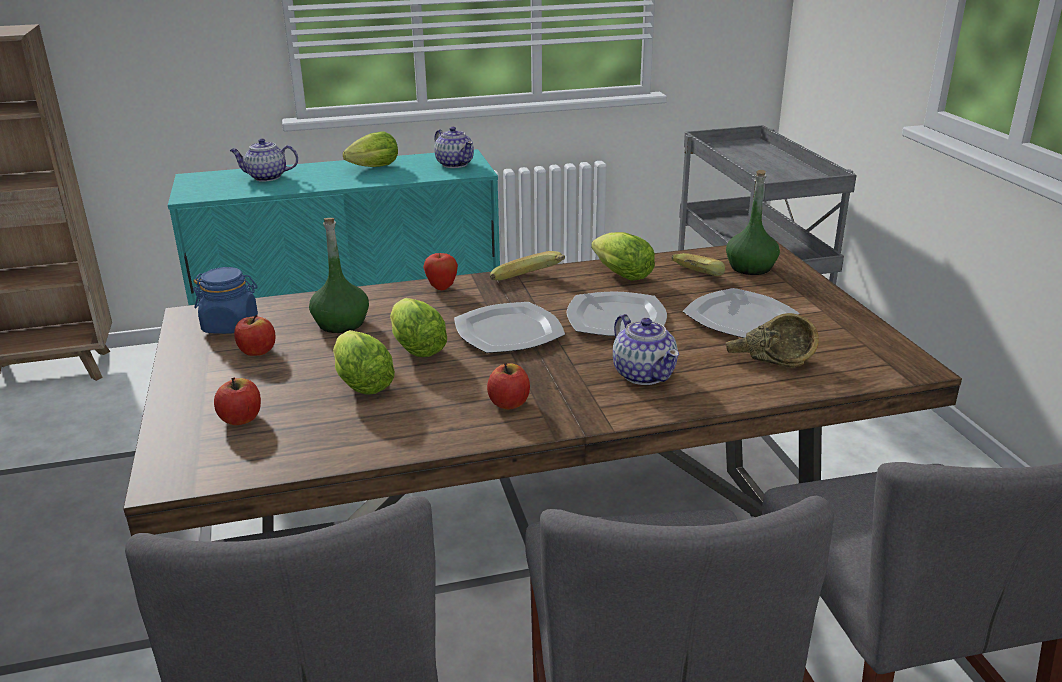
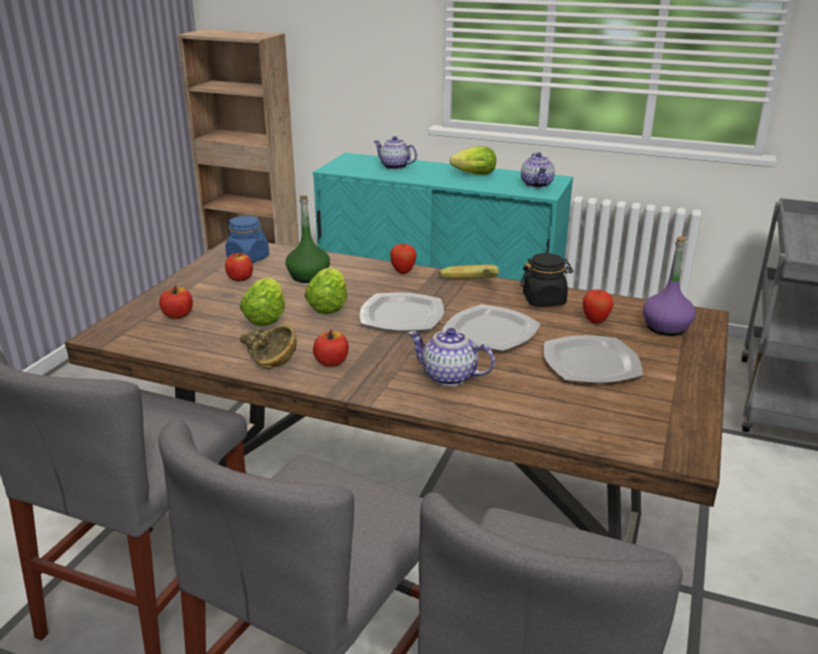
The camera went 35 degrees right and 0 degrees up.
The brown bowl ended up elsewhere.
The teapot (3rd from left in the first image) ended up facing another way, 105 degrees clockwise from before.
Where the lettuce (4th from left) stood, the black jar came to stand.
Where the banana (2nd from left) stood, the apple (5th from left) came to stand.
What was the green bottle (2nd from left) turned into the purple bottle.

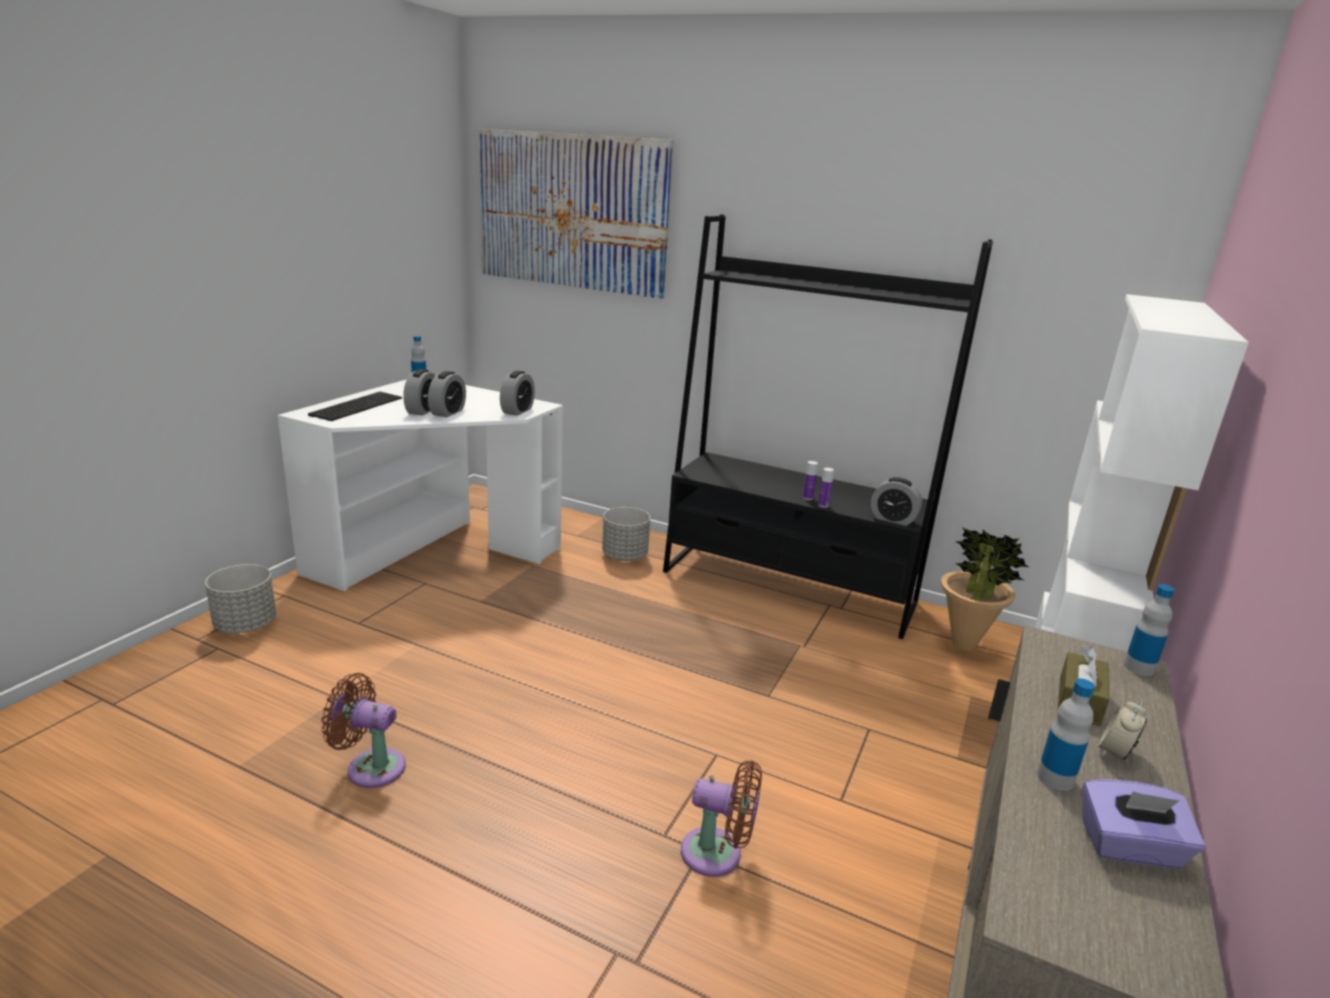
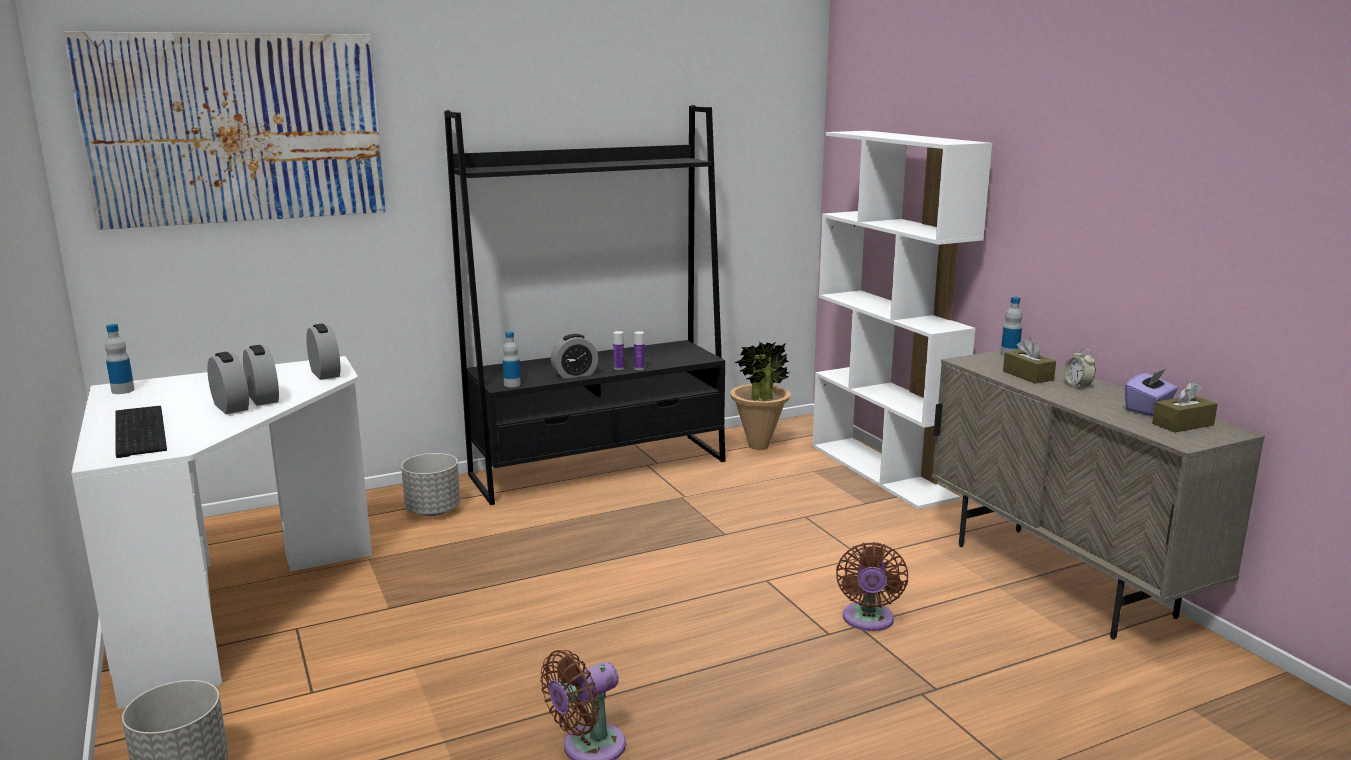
The camera went 50 degrees left and 5 degrees down.
The bottle (4th from left in the first image) ended up elsewhere.
The alarm clock (4th from left) ended up elsewhere.
The brown fan (2nd from left) ended up facing another way, 135 degrees clockwise from before.
The second view gained the brown tissue box (2nd from left).

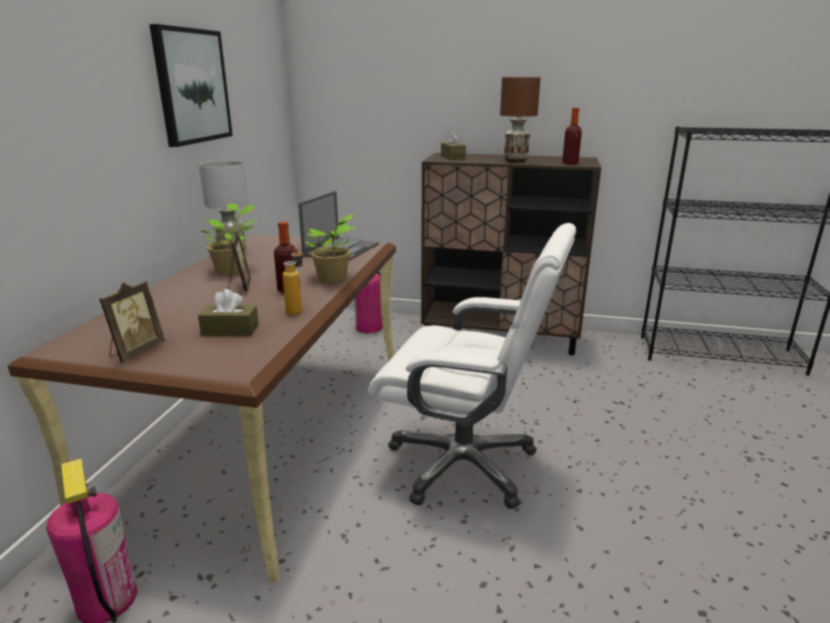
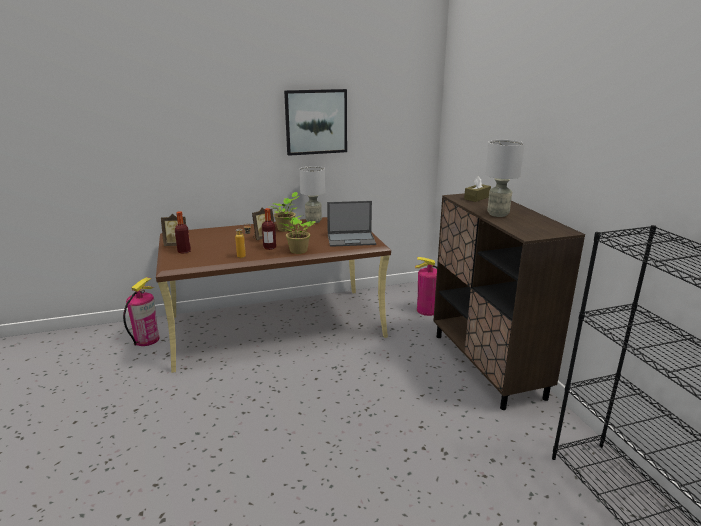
The camera went 60 degrees right and 0 degrees up.
The bottle (3rd from left in the first image) ended up elsewhere.
What was the brown table lamp turned into the grey table lamp (2nd from left).
The second view lost the brown tissue box (1st from left).
The second view lost the white office chair.

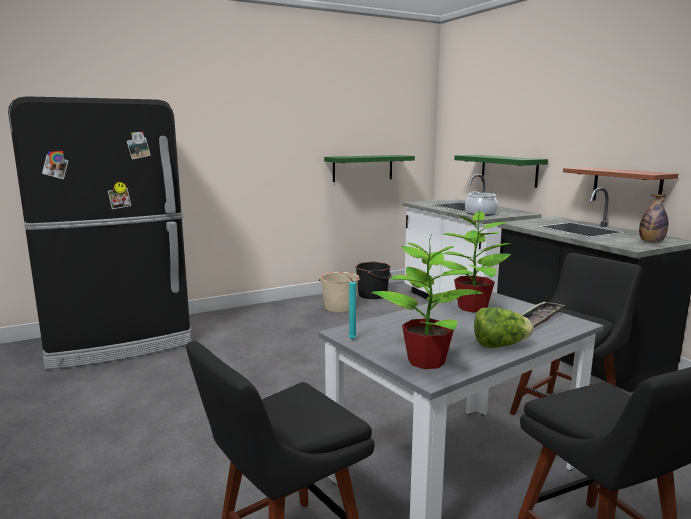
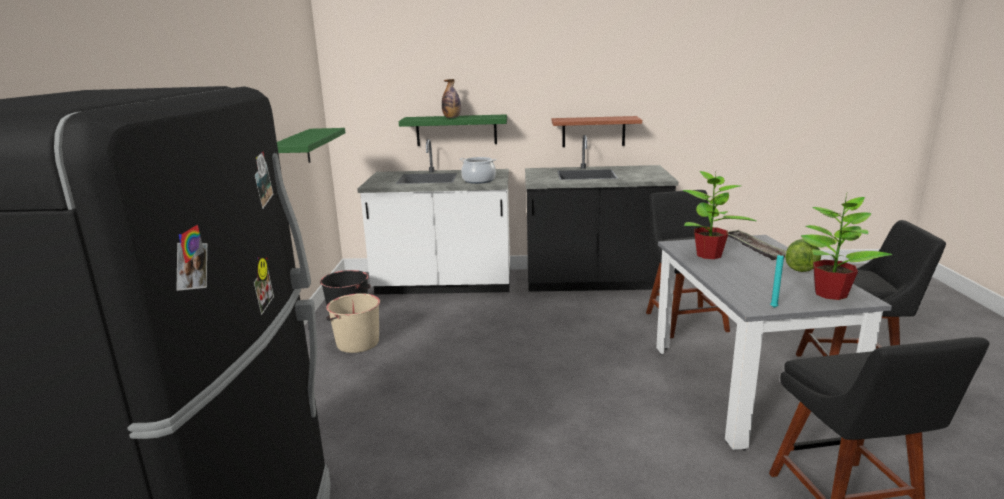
The camera went 60 degrees left and 5 degrees up.
The bottle ended up elsewhere.

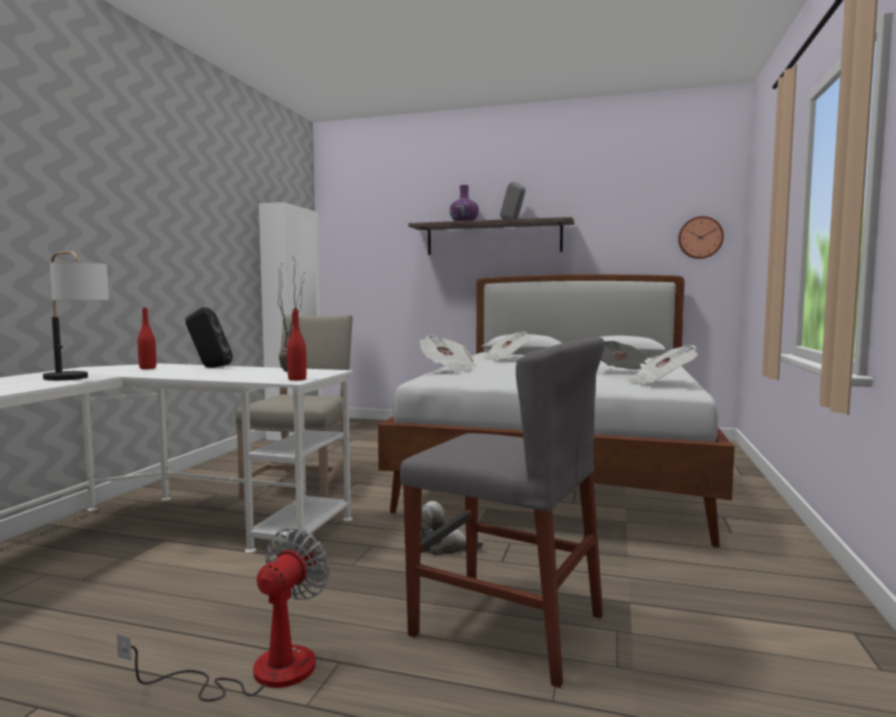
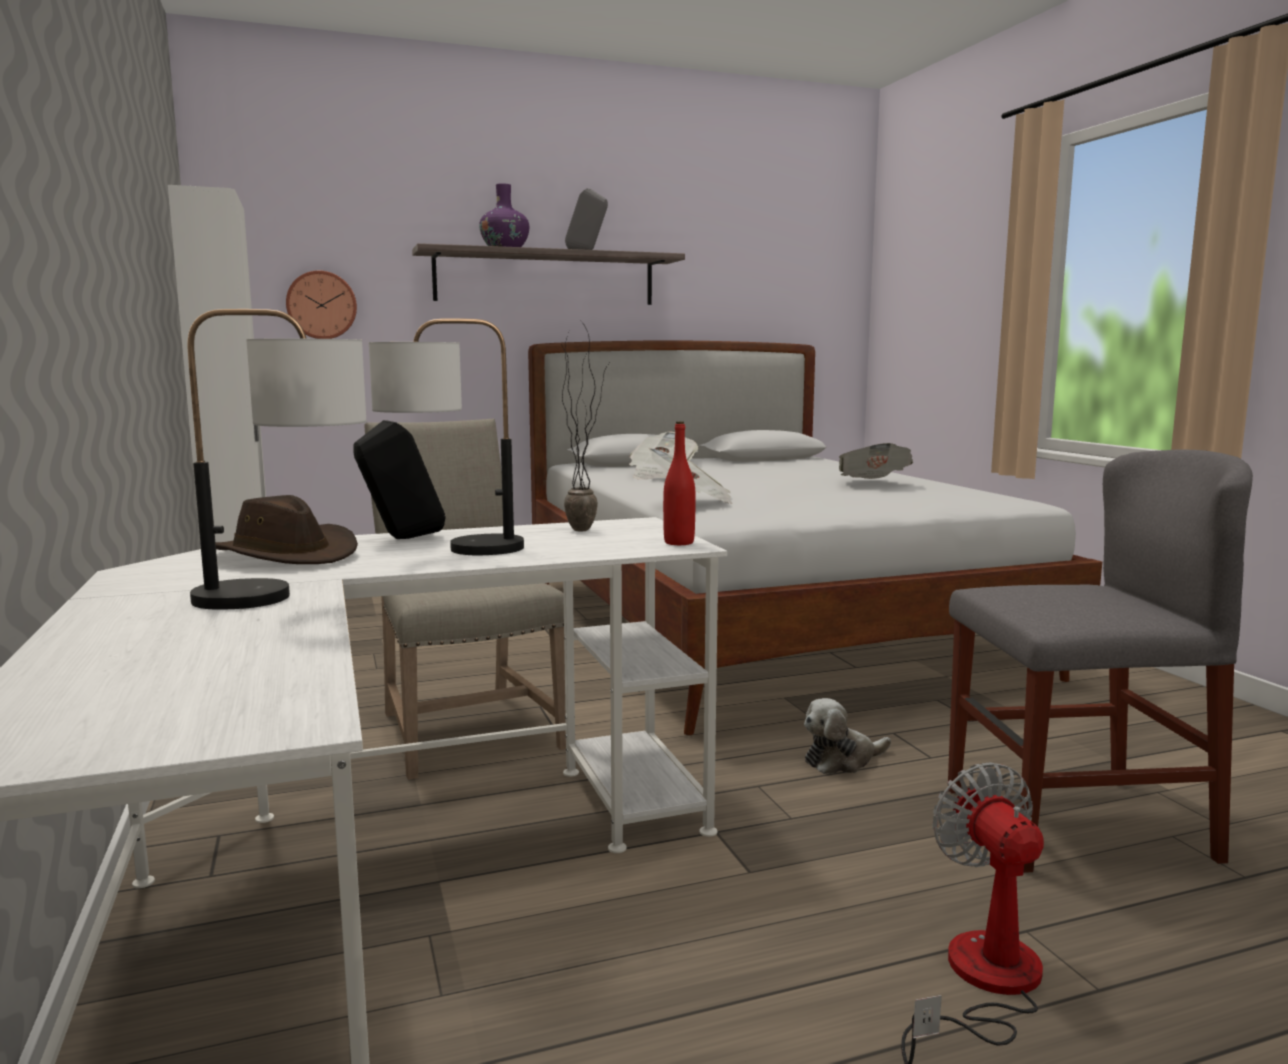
The camera went 35 degrees left and 5 degrees up.
Where the red bottle (1st from left) stood, the brown hat came to stand.
The wall clock ended up elsewhere.
The second view gained the table lamp (2nd from left).
The second view lost the newspaper (4th from left).

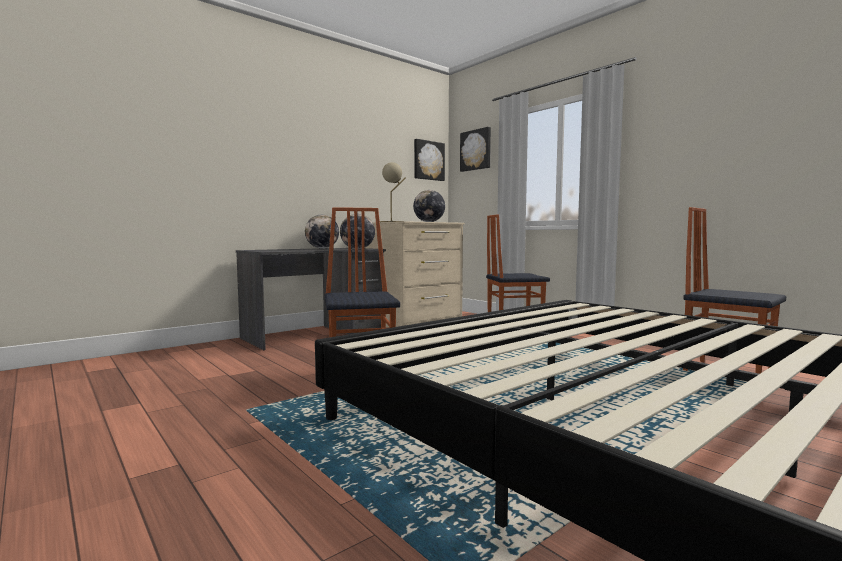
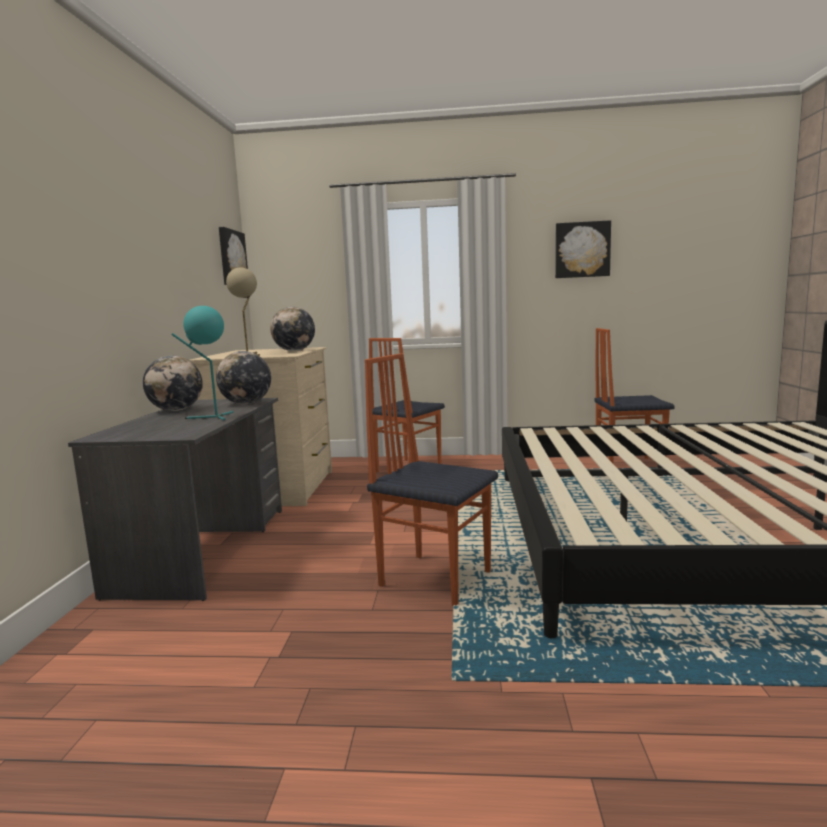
The camera went 45 degrees left and 5 degrees up.
The second view gained the turquoise table lamp.
The picture (2nd from left) ended up elsewhere.

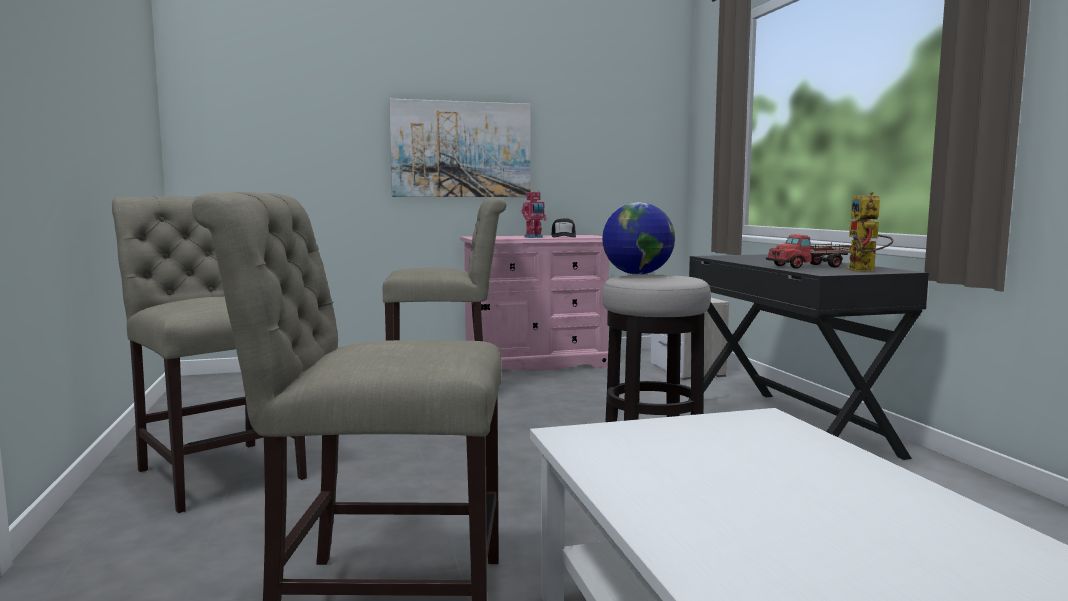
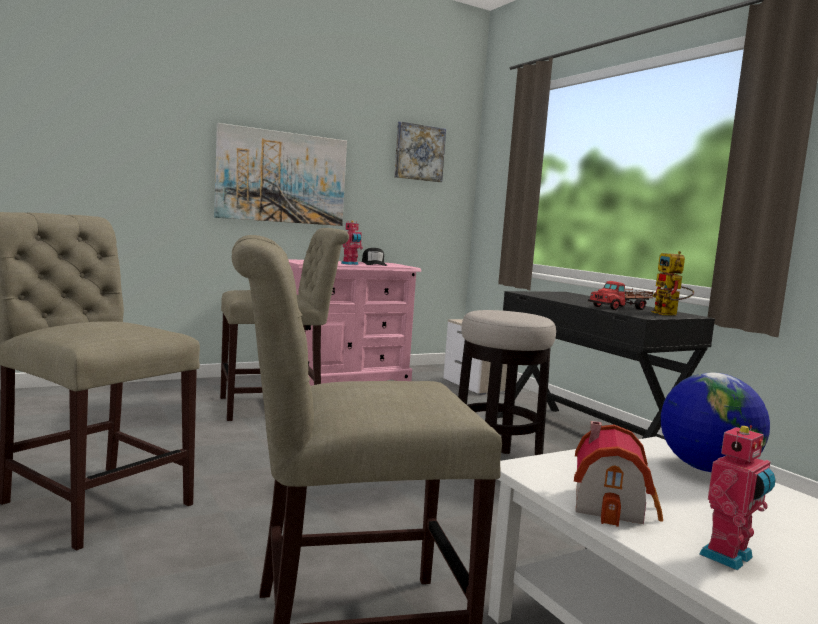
The camera went 15 degrees left and 0 degrees up.
The second view gained the picture (2nd from left).
The second view gained the toy house.
The globe ended up elsewhere.
The second view gained the toy robot (3rd from left).

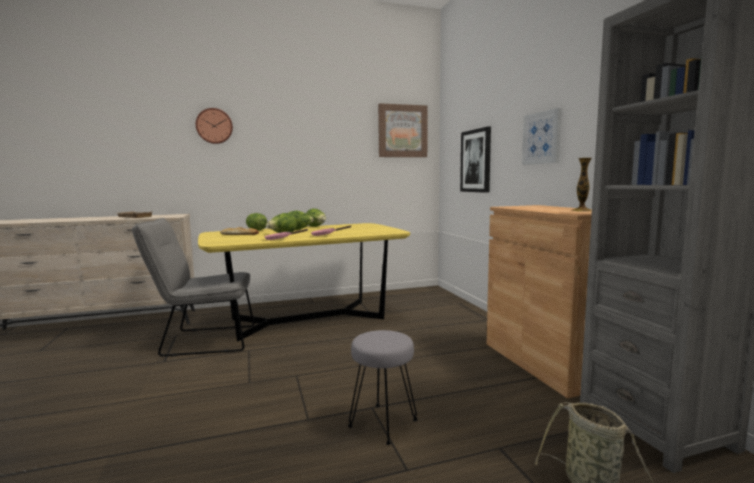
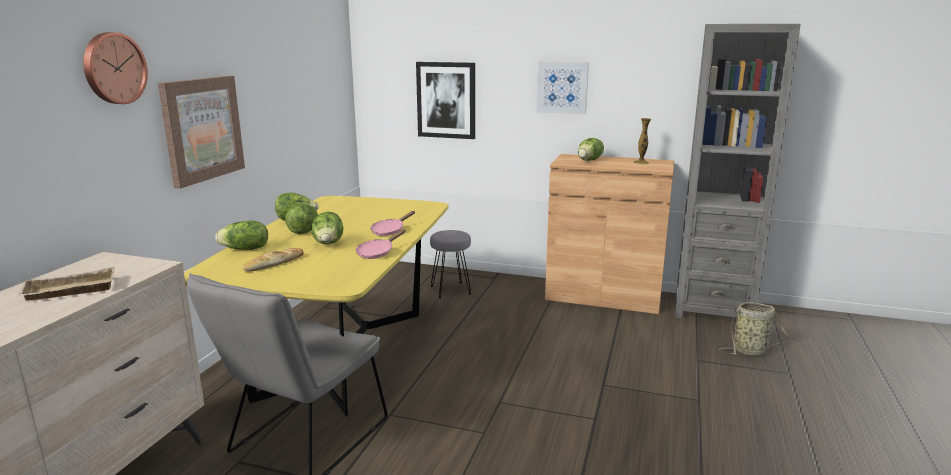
The camera went 55 degrees left and 10 degrees up.
The picture (1st from left) ended up elsewhere.
The grey stool ended up elsewhere.
The second view gained the lettuce (5th from left).

